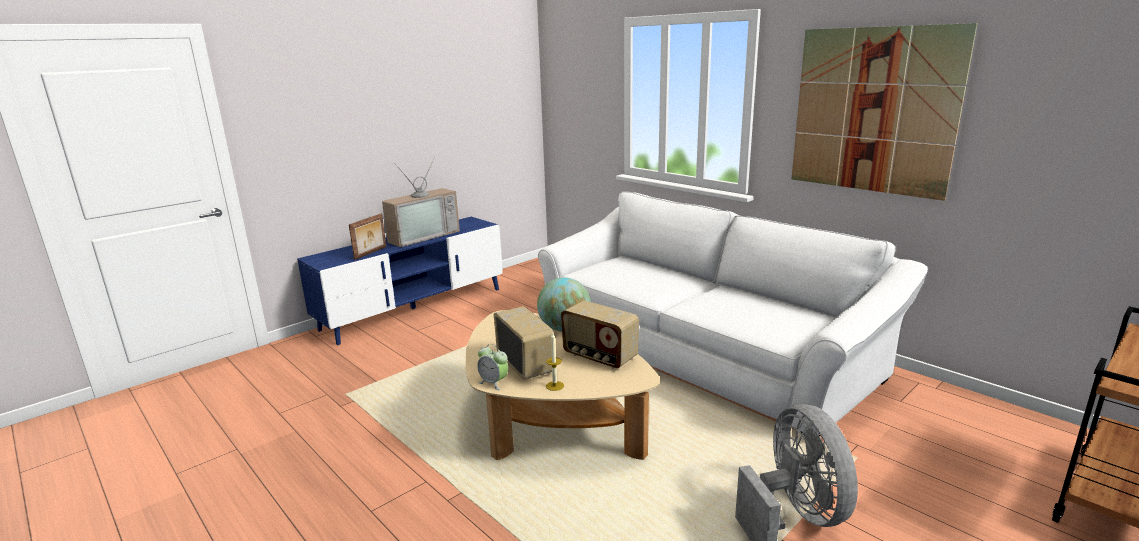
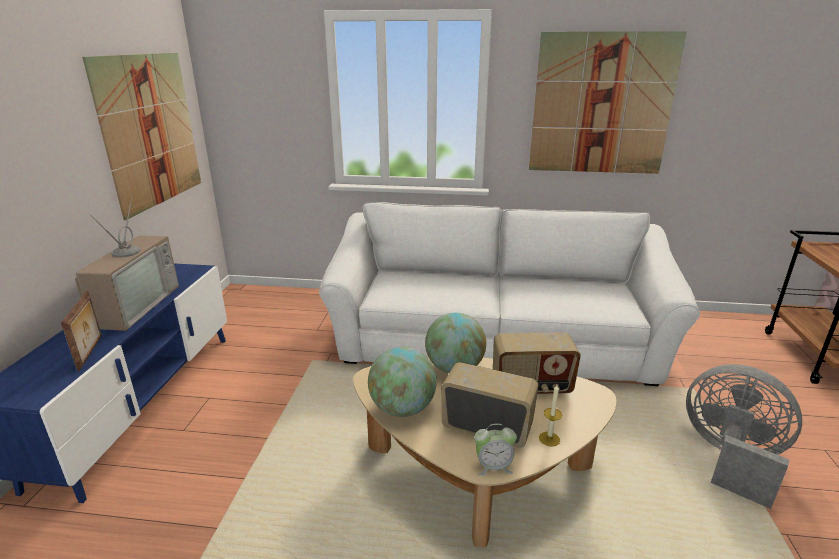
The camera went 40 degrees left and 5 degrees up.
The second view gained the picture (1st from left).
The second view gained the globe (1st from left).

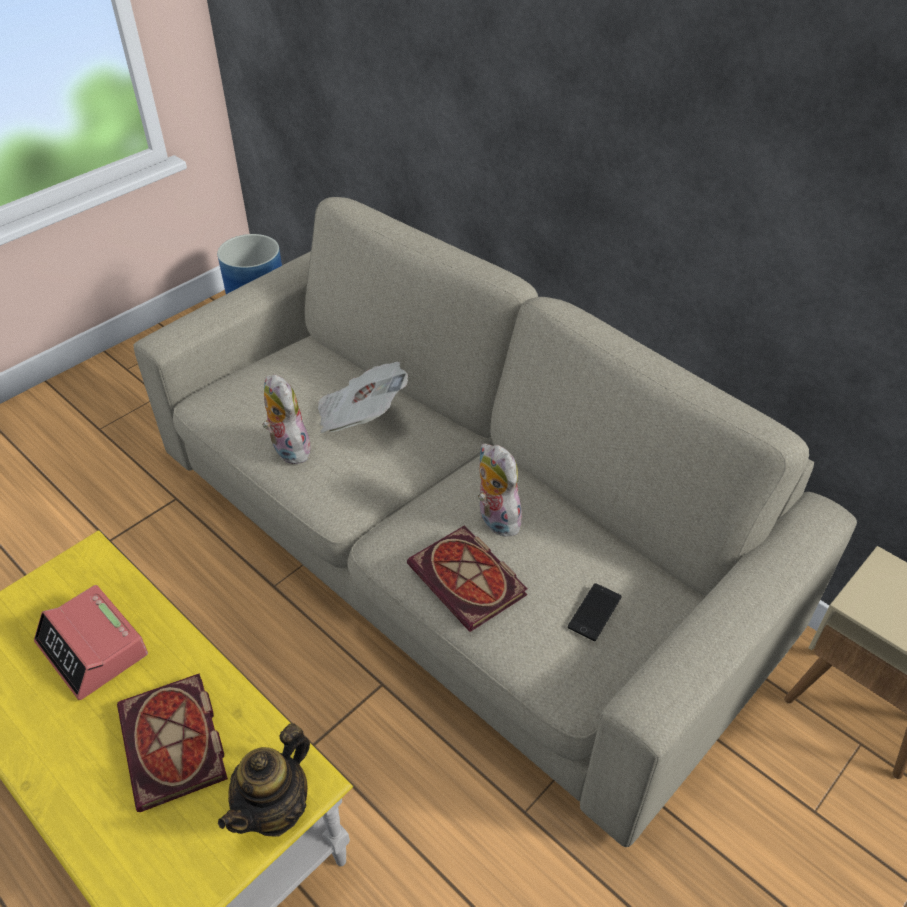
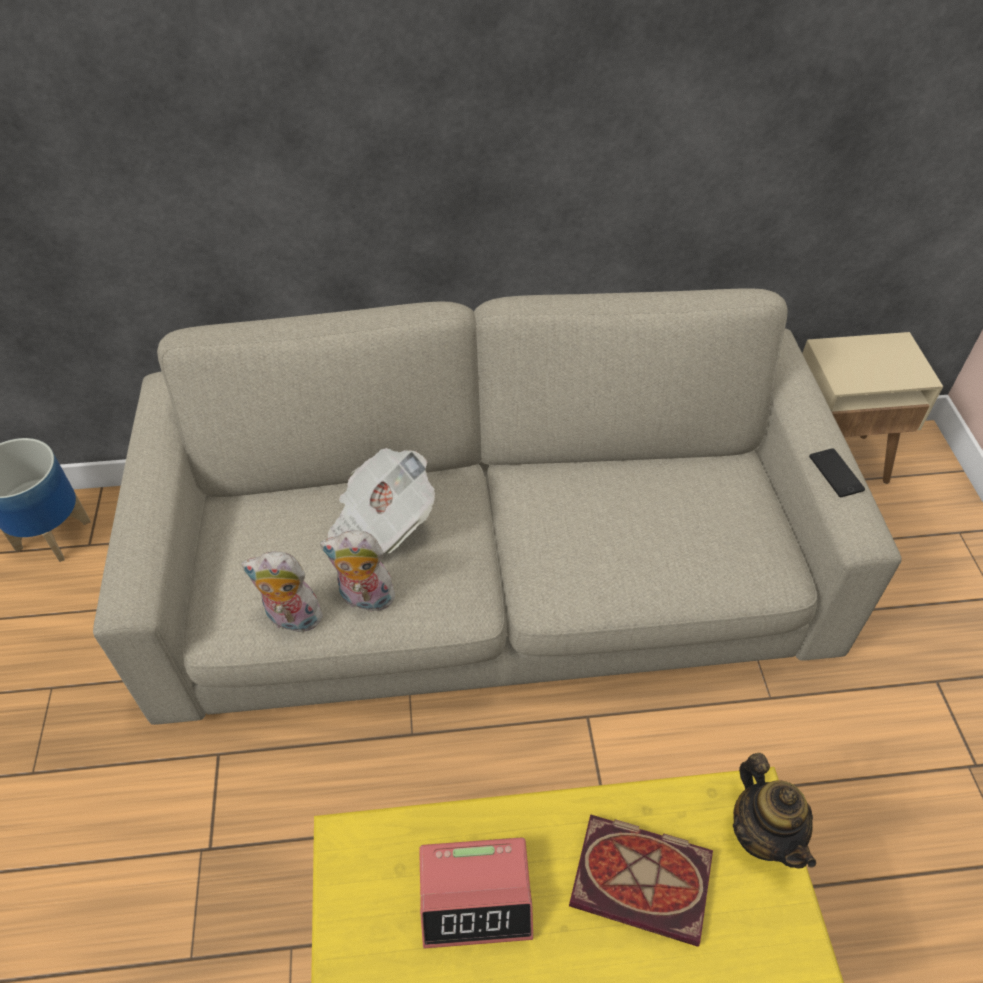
The camera went 50 degrees left and 5 degrees up.
The plush toy (2nd from left in the first image) ended up elsewhere.
The phone ended up elsewhere.
The second view lost the book (2nd from left).

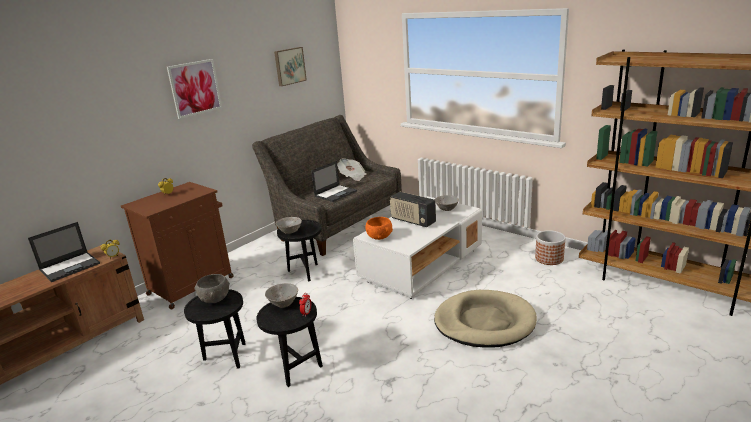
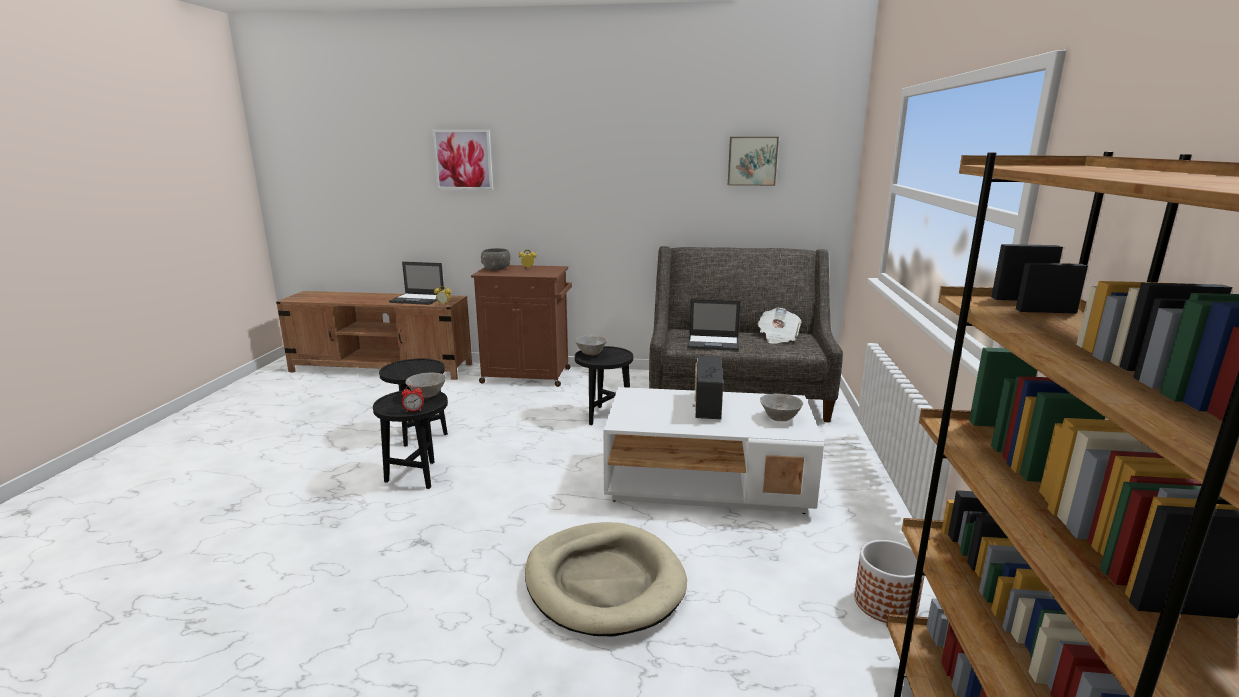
The camera went 55 degrees right and 5 degrees down.
The picture (1st from left) ended up elsewhere.
The grey bowl (1st from left in the first image) ended up elsewhere.
The second view lost the orange bowl.

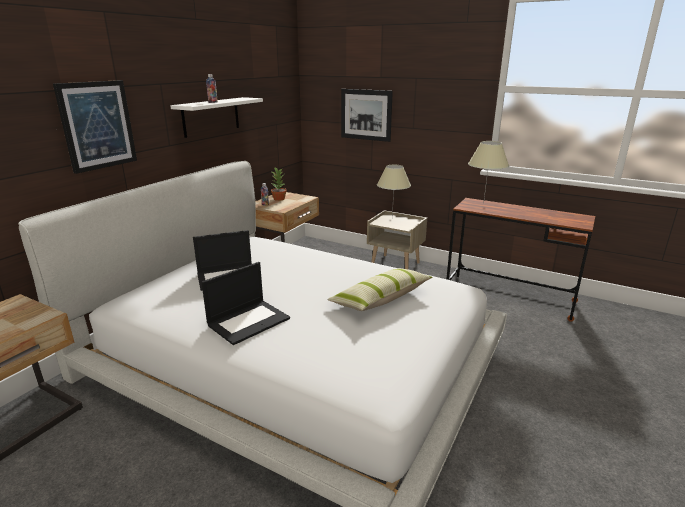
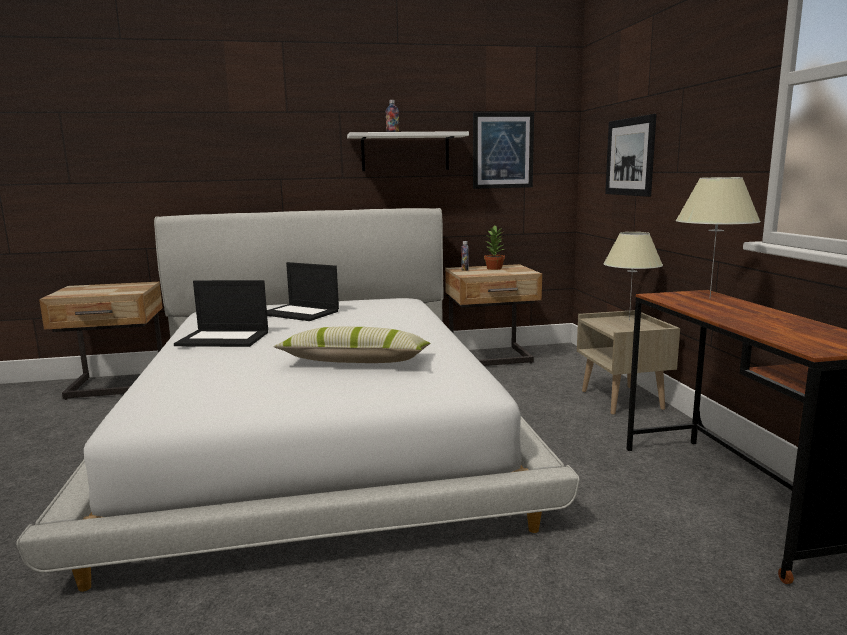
The camera went 50 degrees right and 10 degrees down.
The picture (1st from left) ended up elsewhere.

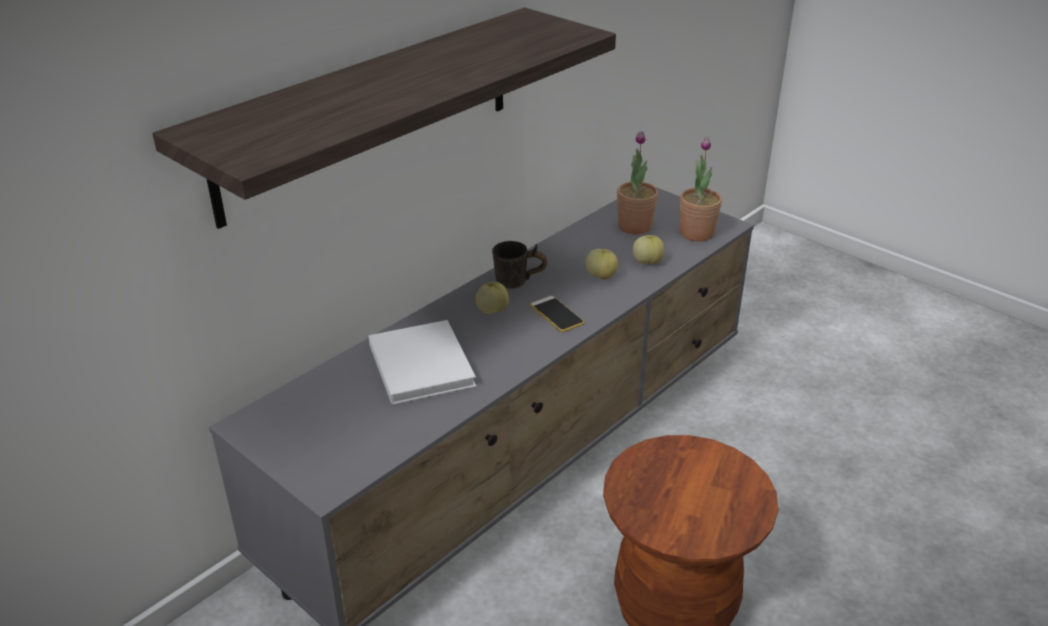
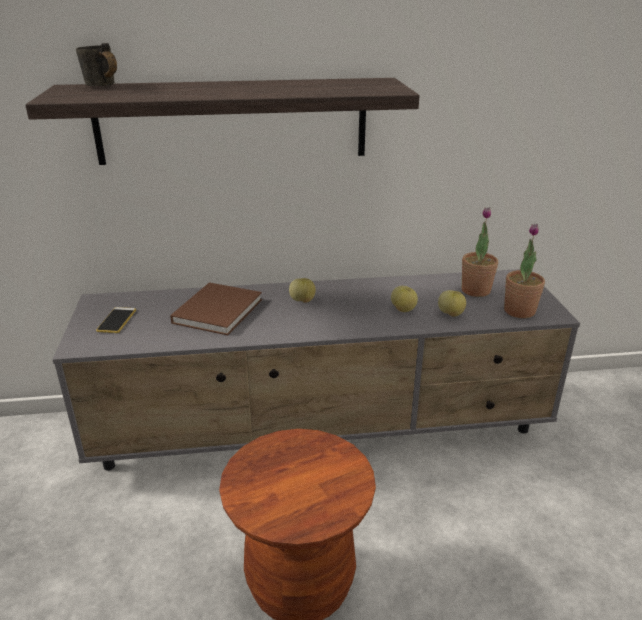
The camera went 40 degrees right and 5 degrees down.
The grey mug ended up elsewhere.
The phone ended up elsewhere.
What was the white book turned into the brown book.

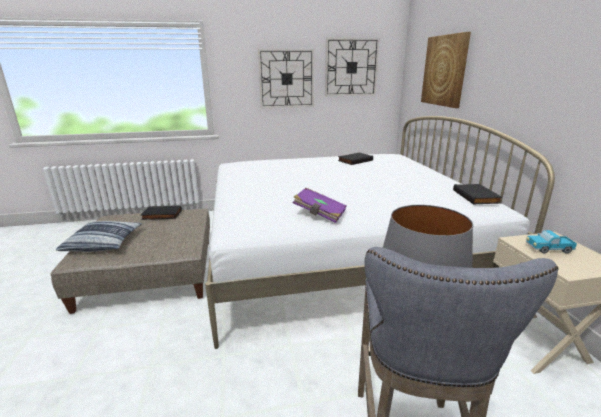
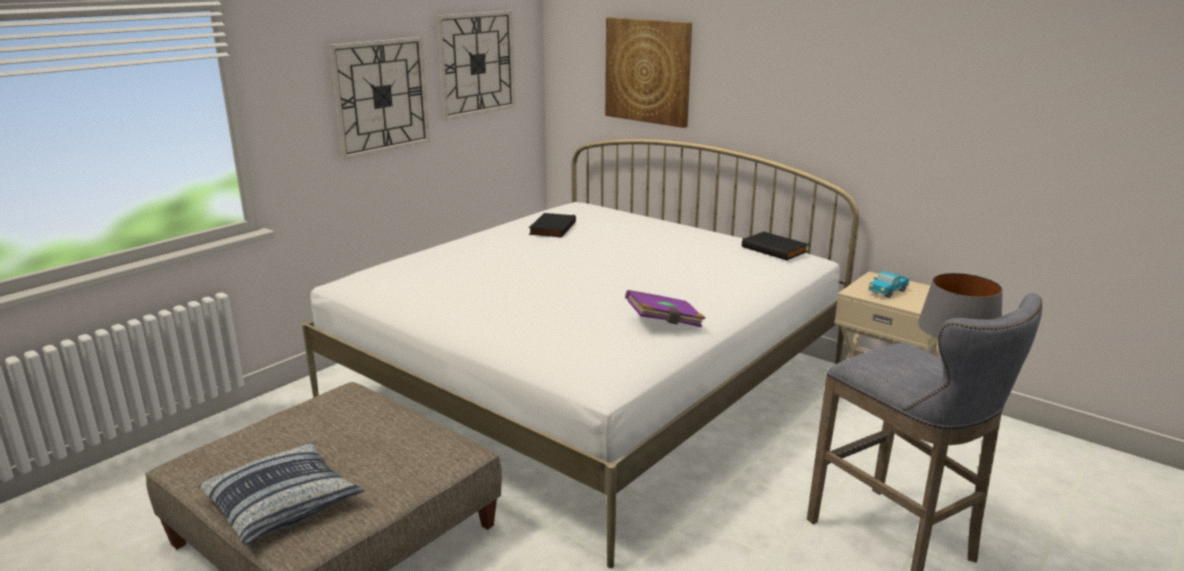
The camera went 40 degrees left and 0 degrees up.
The second view lost the black book (1st from left).

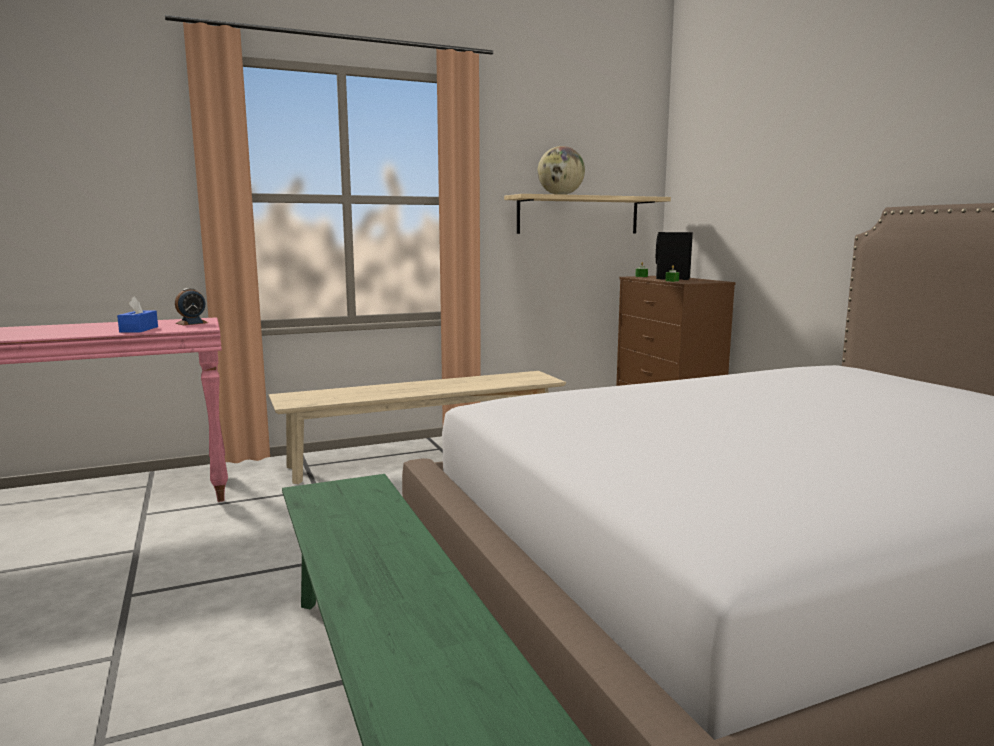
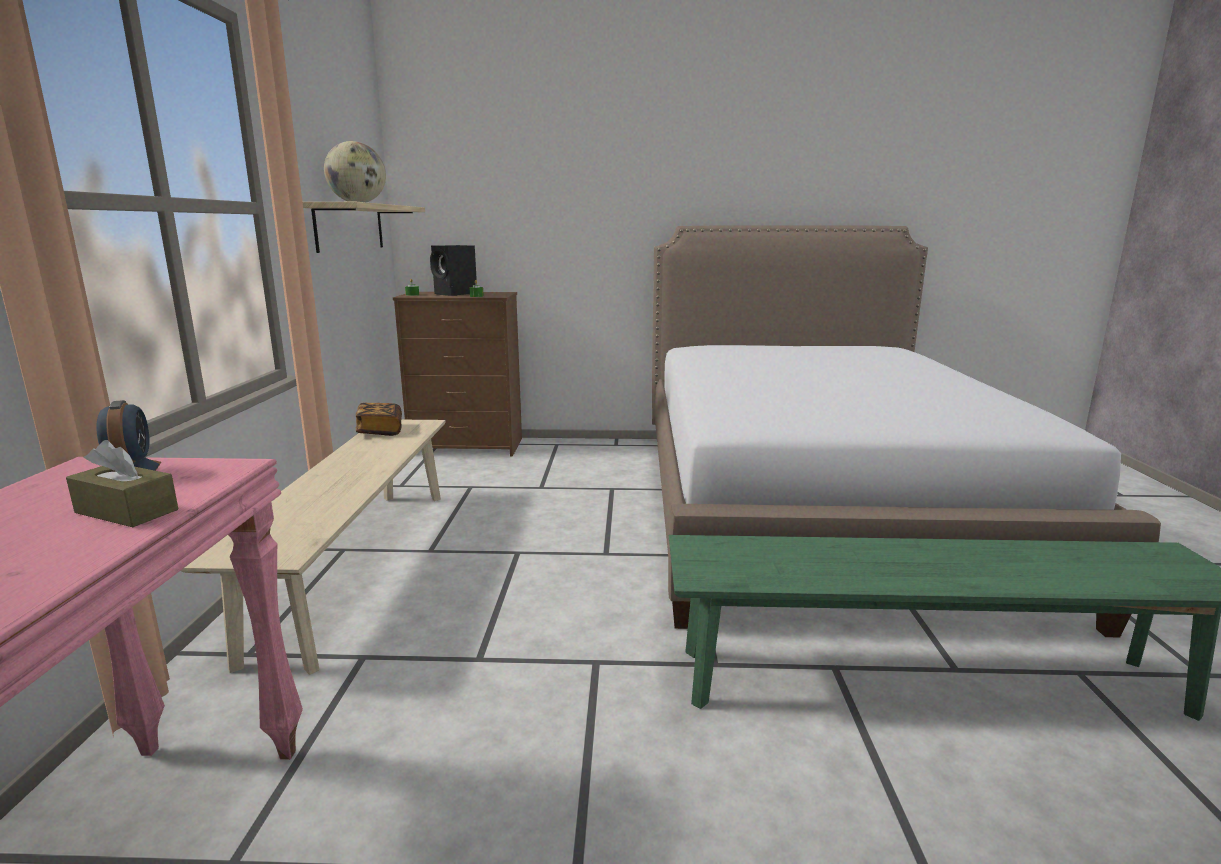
The camera went 65 degrees left and 5 degrees up.
What was the blue tissue box turned into the brown tissue box.
The second view gained the book.

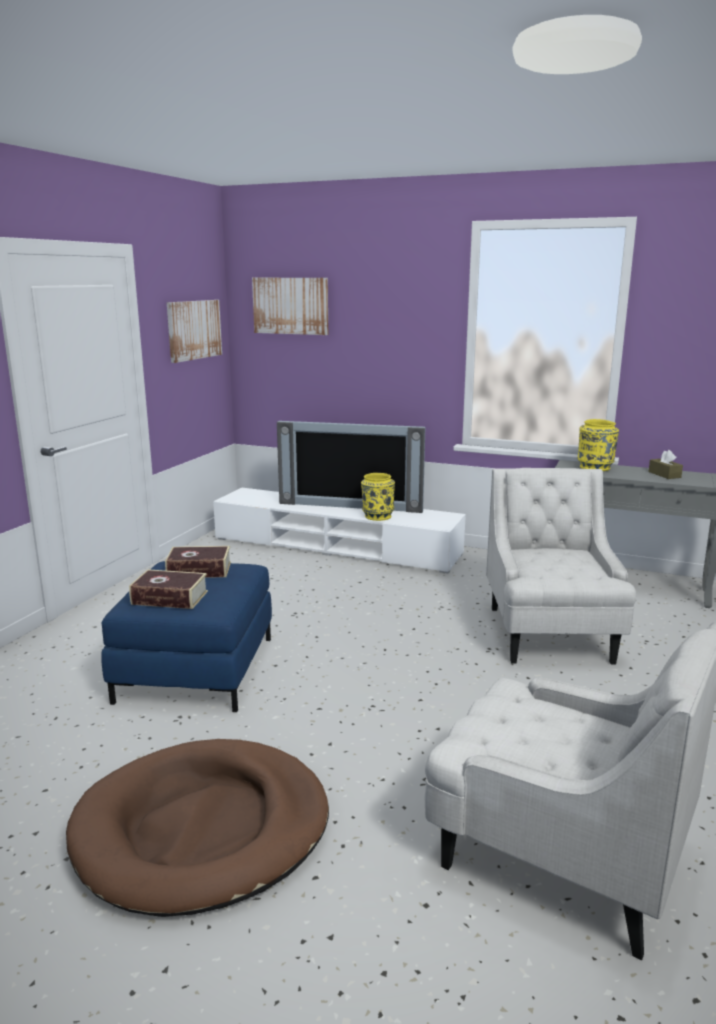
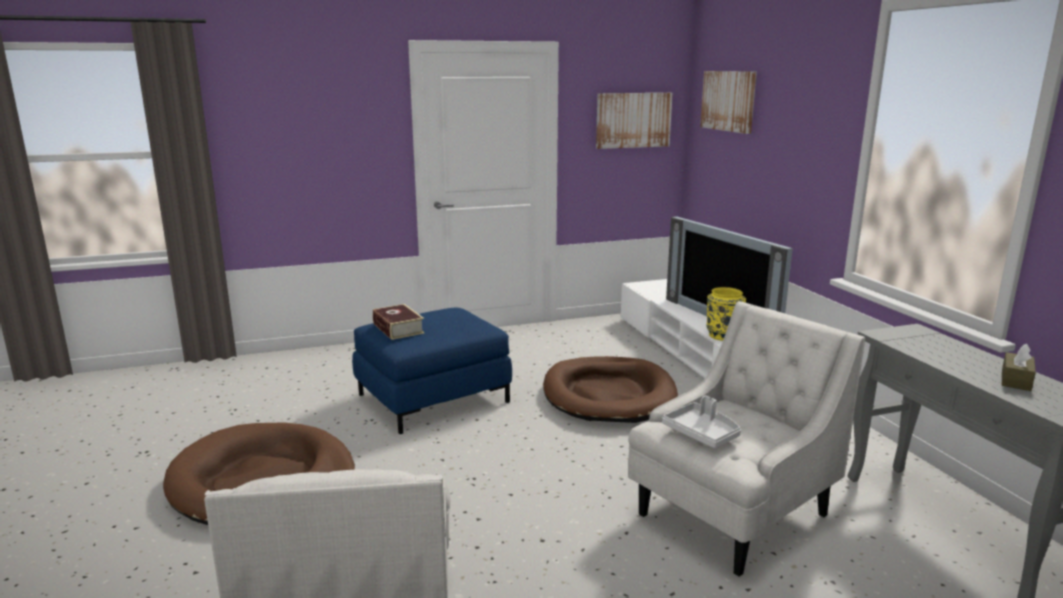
The camera went 50 degrees right and 0 degrees up.
The second view gained the brown dog bed (2nd from left).
The second view gained the grey tray.
The second view lost the book (2nd from left).
The second view lost the yellow vase (2nd from left).

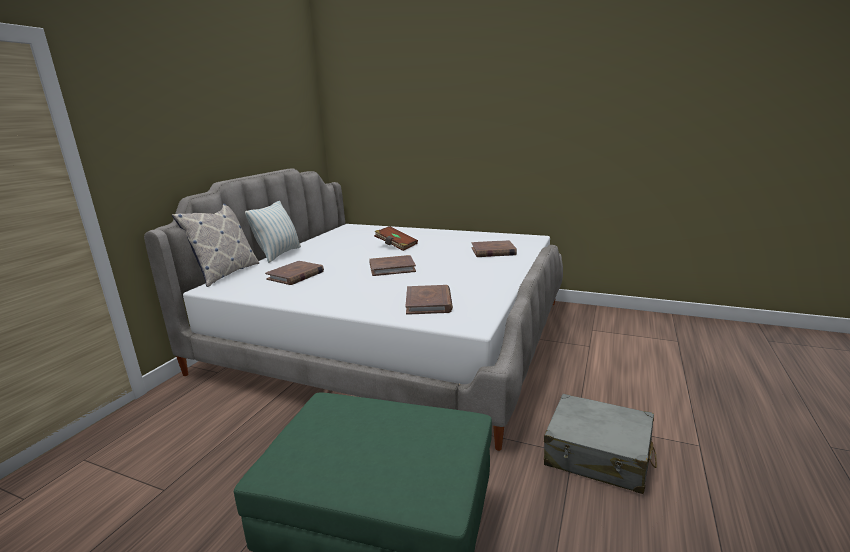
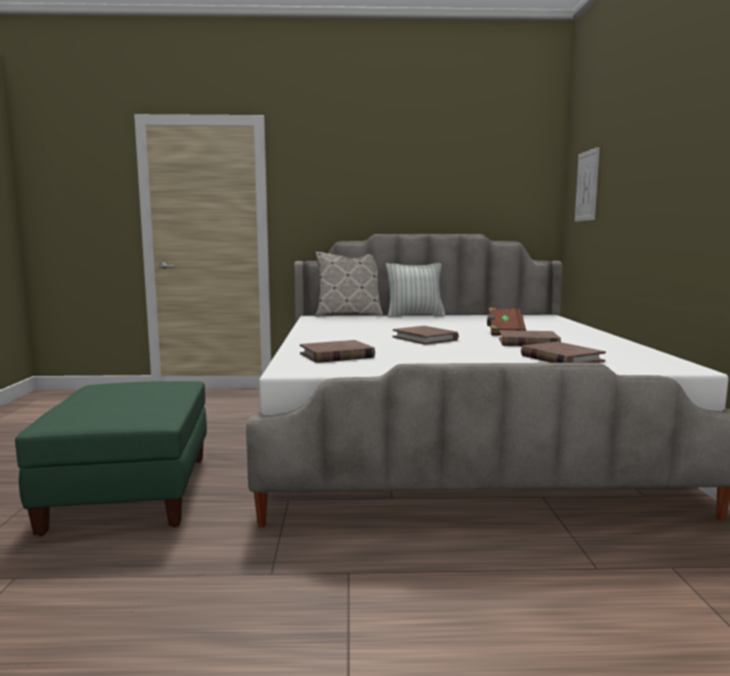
The camera went 65 degrees right and 10 degrees down.
The brown book (1st from left in the first image) ended up elsewhere.
The second view gained the picture.
The second view lost the grey suitcase.

